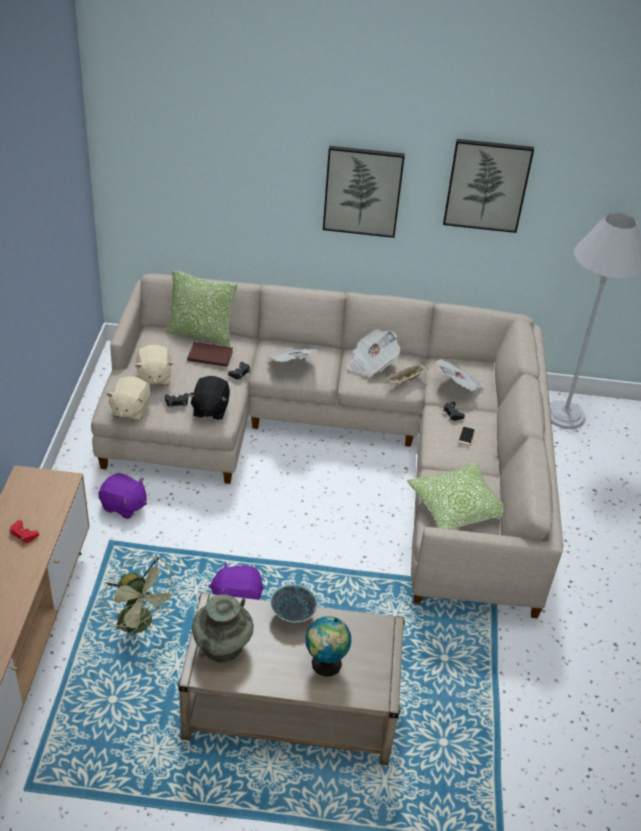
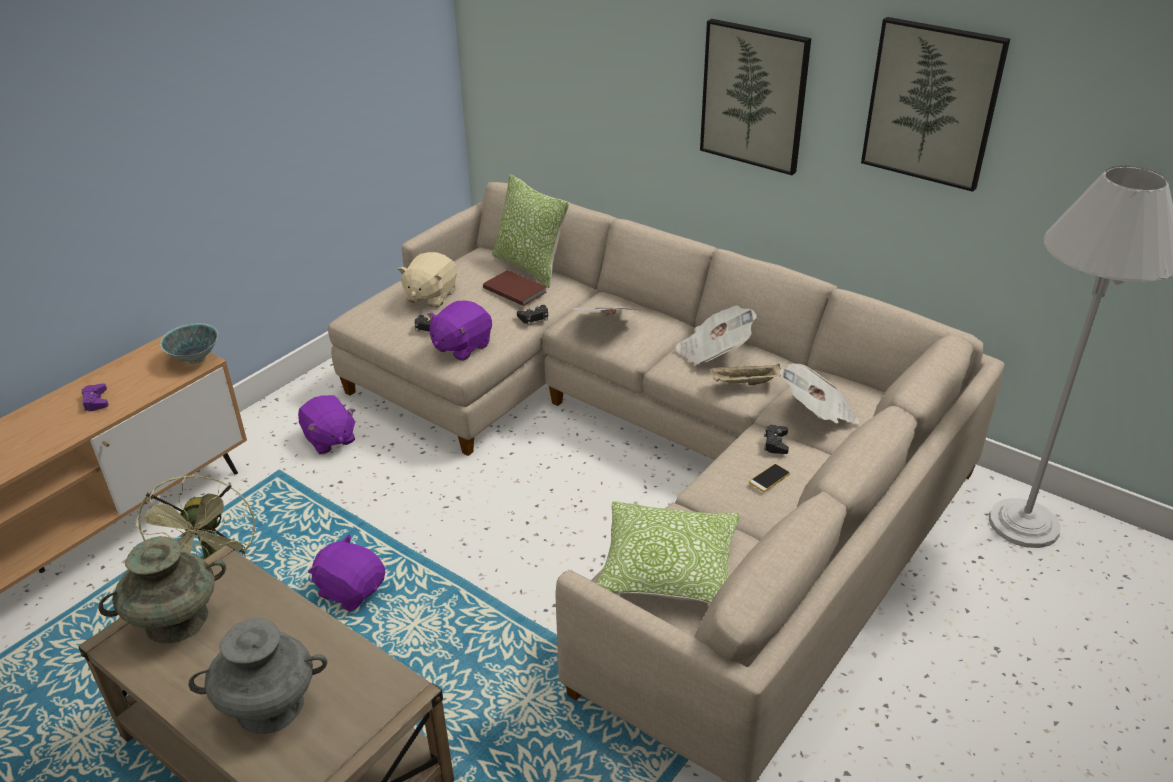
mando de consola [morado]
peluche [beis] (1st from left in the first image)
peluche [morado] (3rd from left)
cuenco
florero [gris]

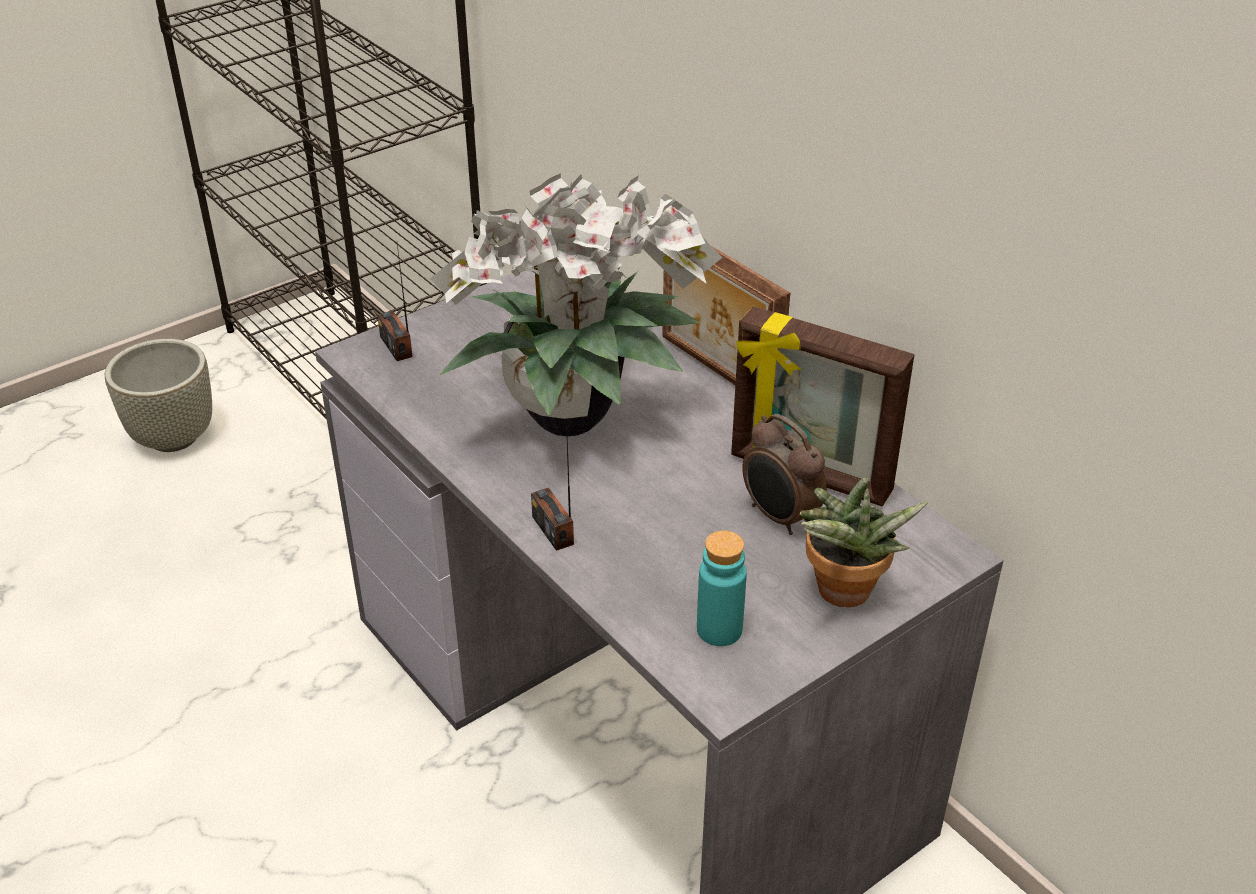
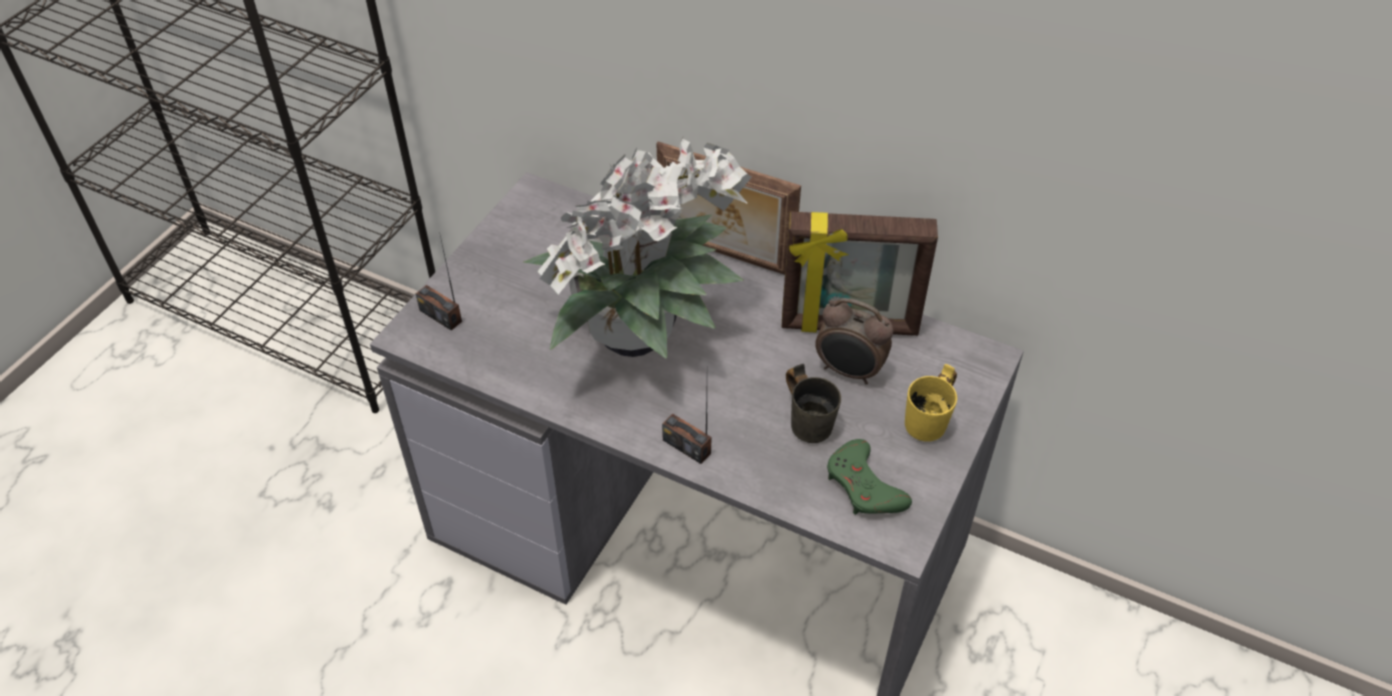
maceta [gris]
mando de consola [verde]
taza grande [amarillo]
taza grande [gris]

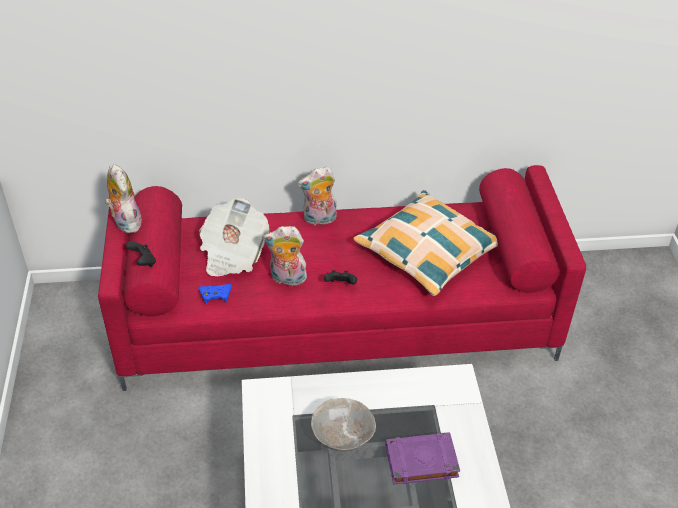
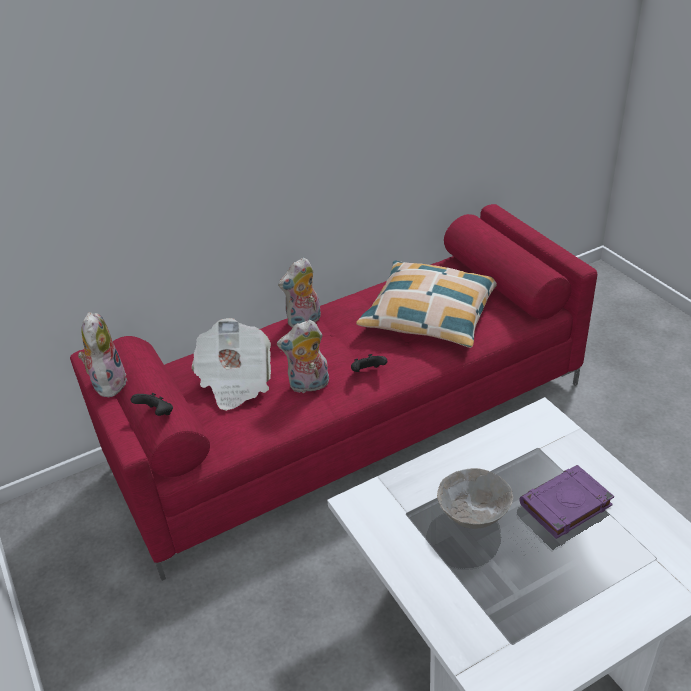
peluche (1st from left)
mando de consola [azul]

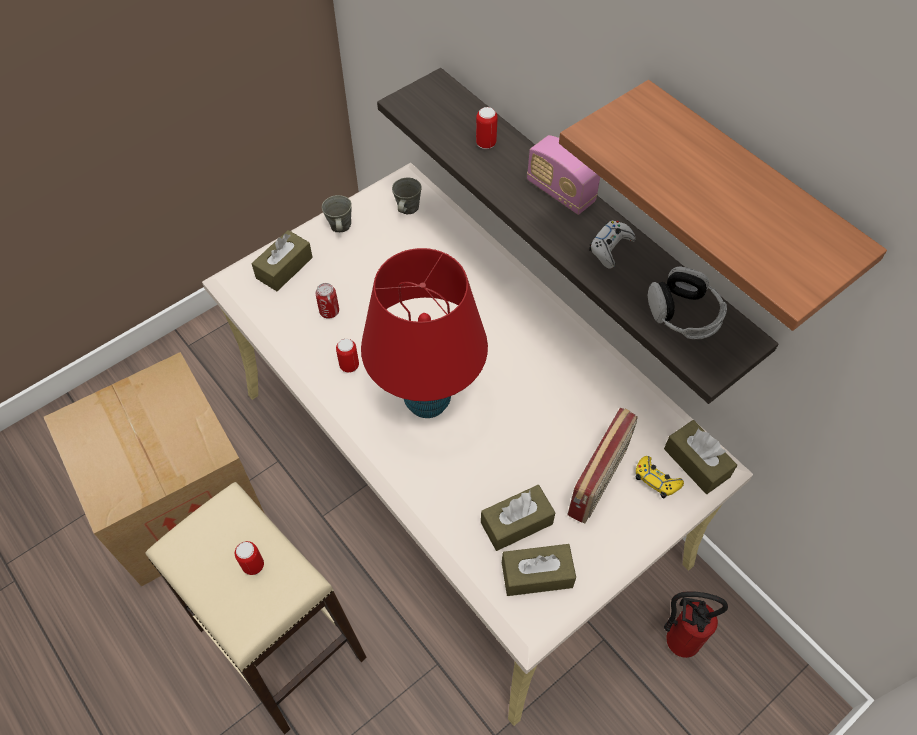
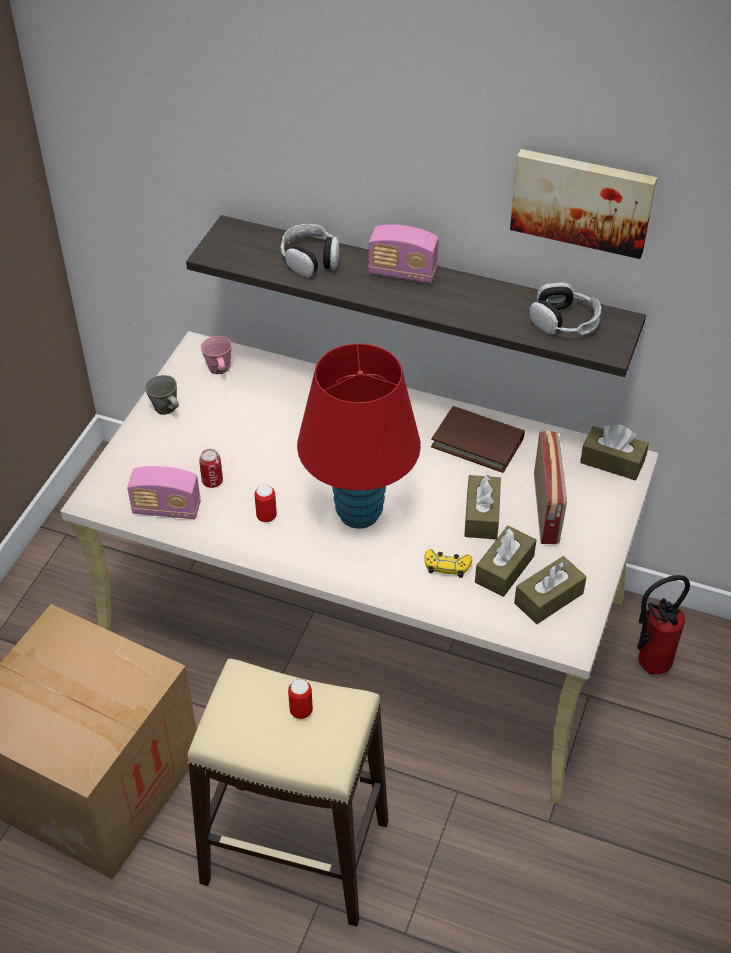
caja de pañuelos [marrón] (1st from left)
taza grande [rosa]
auriculares (1st from left)
cuadro
mando de consola [blanco]
mando de consola [amarillo]
radio (1st from left)
libro [marrón]

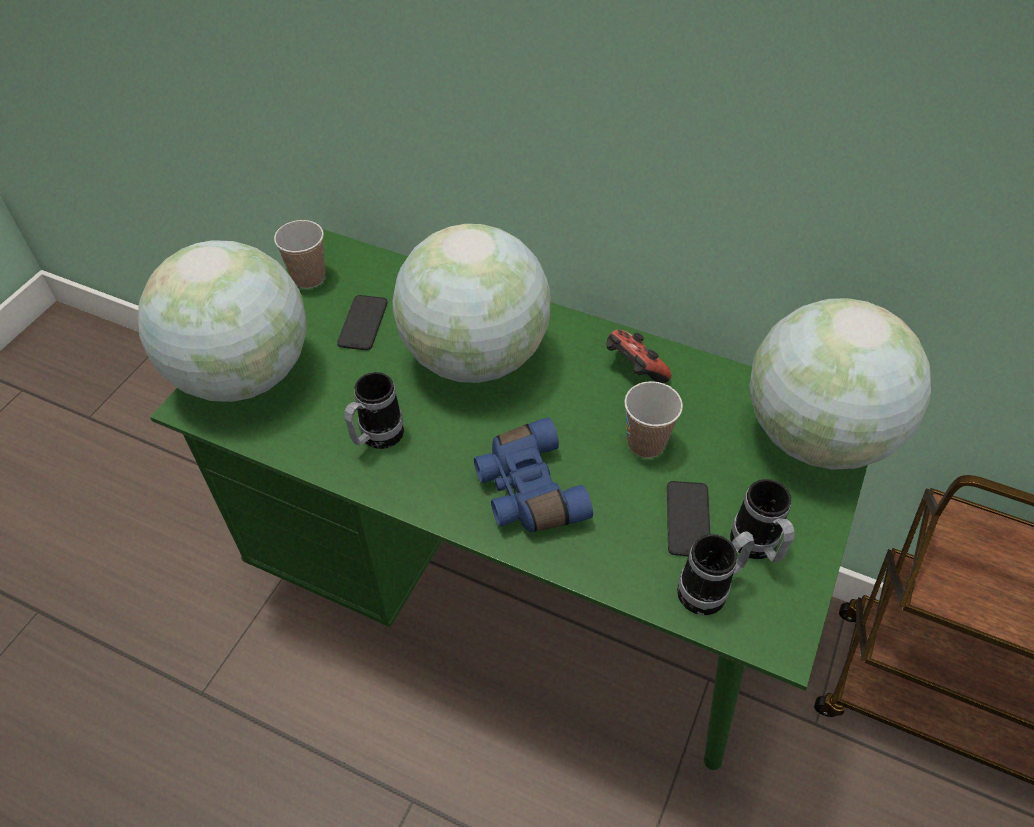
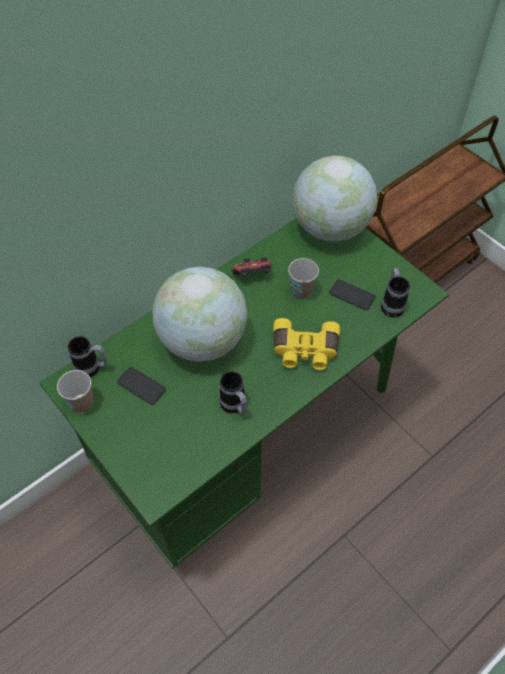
globo terráqueo (1st from left in the first image)
prismáticos [amarillo]
taza grande (1st from left)

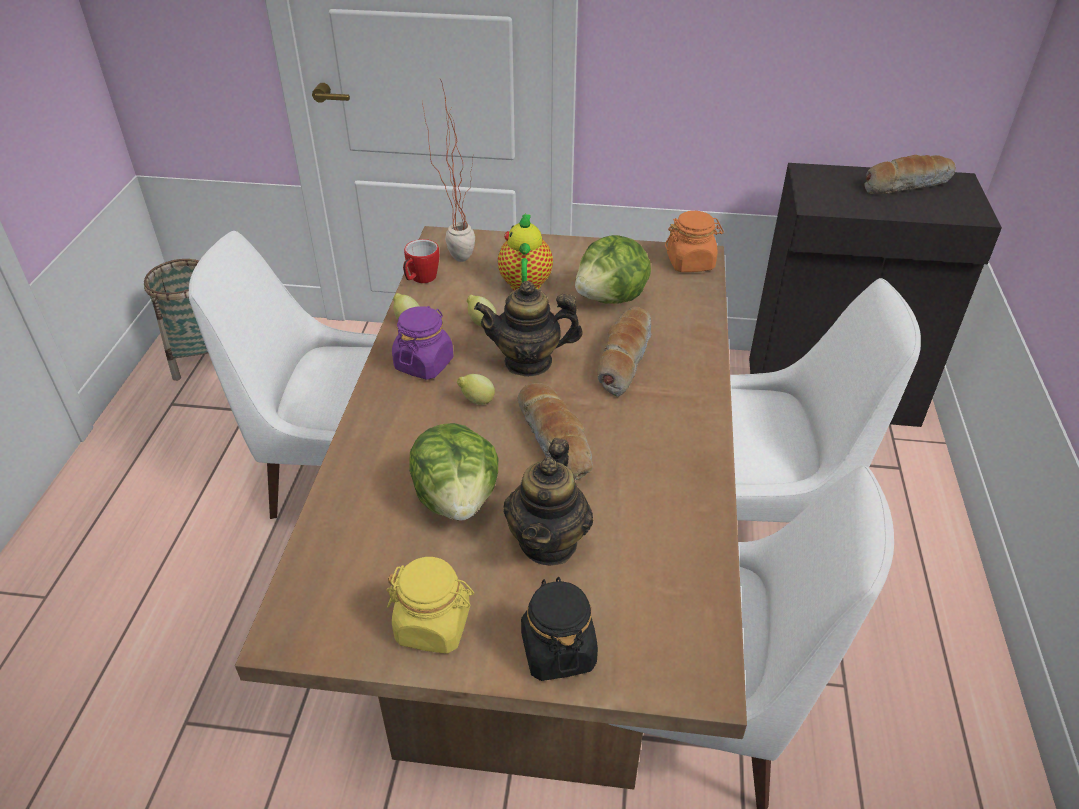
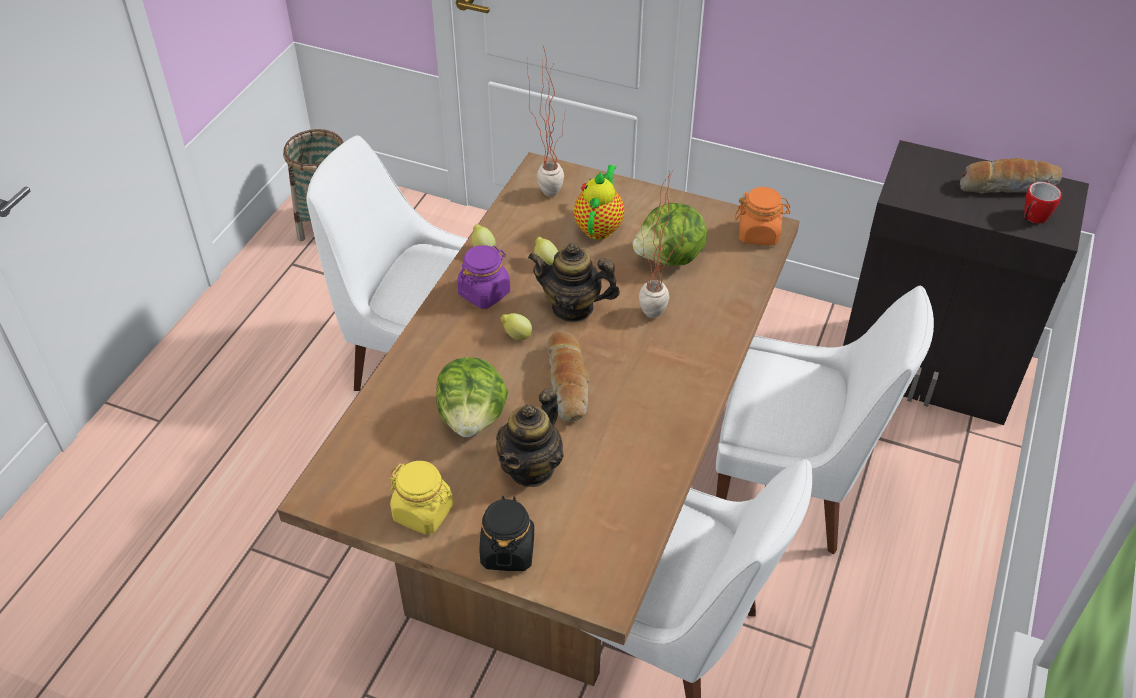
taza grande
planta en maceta (2nd from left)

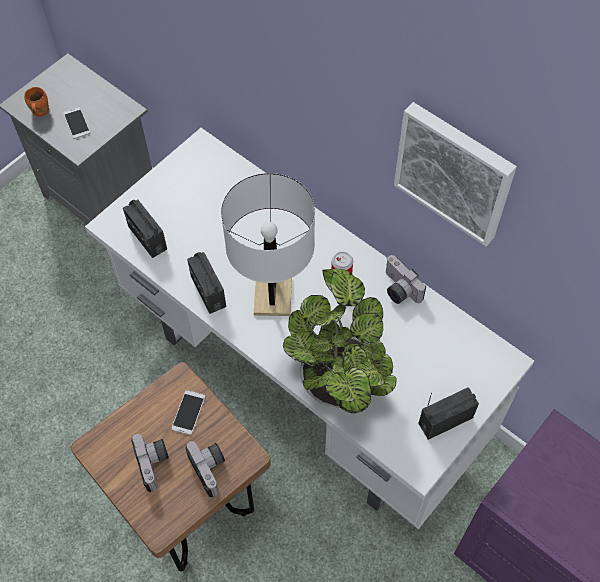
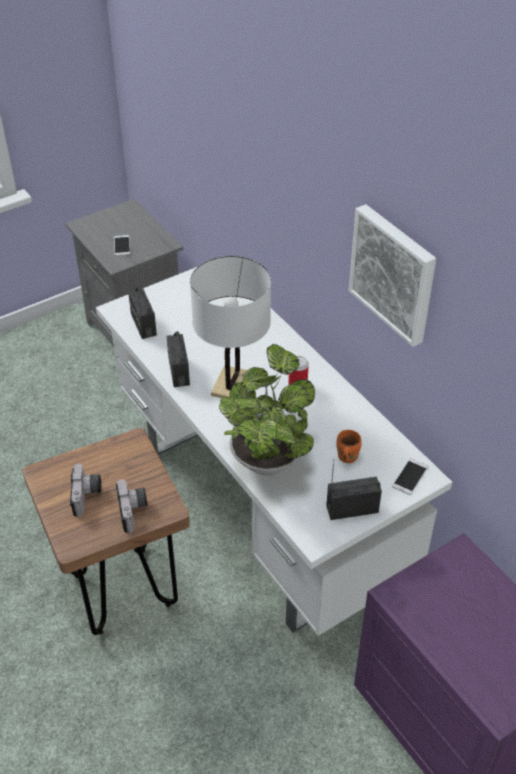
taza grande [naranja]
móvil (2nd from left)
cámara (3rd from left in the first image)

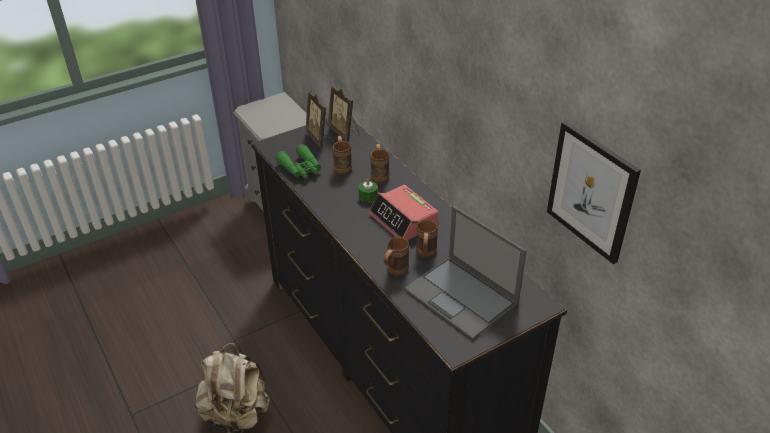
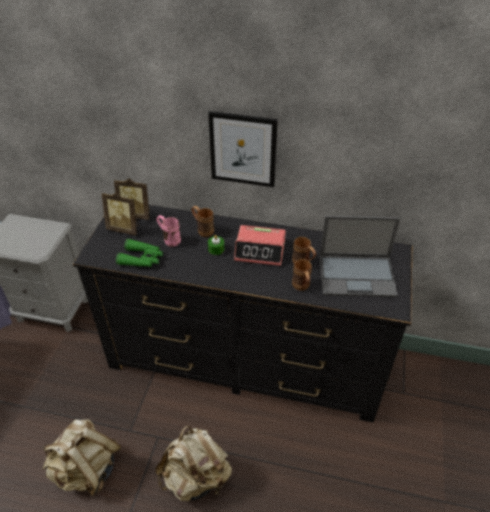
taza grande [rosa]
cuadro
mochila [beis] (1st from left)

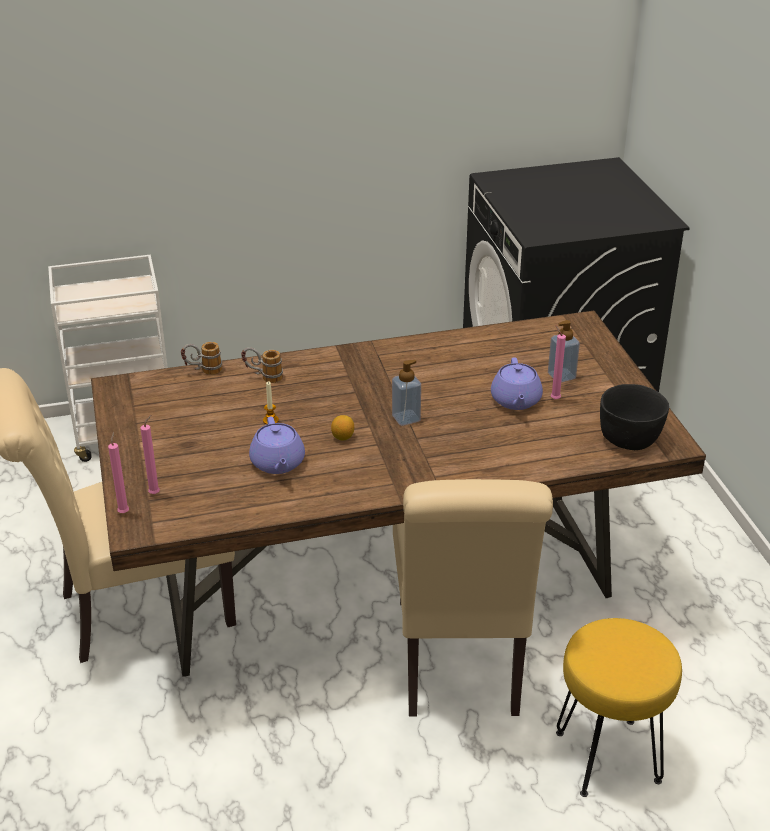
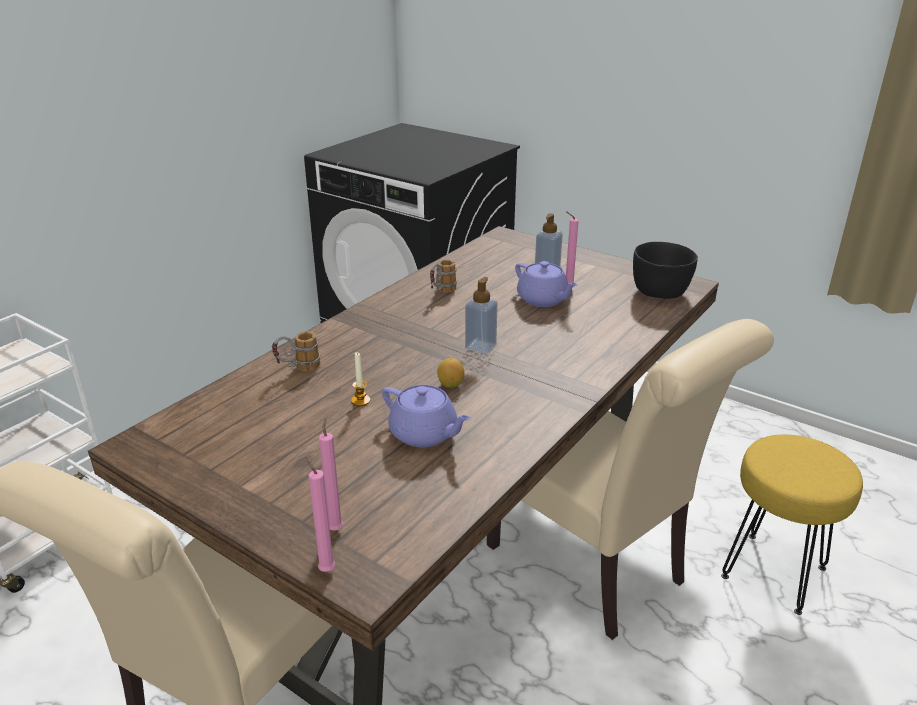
taza grande (2nd from left)

